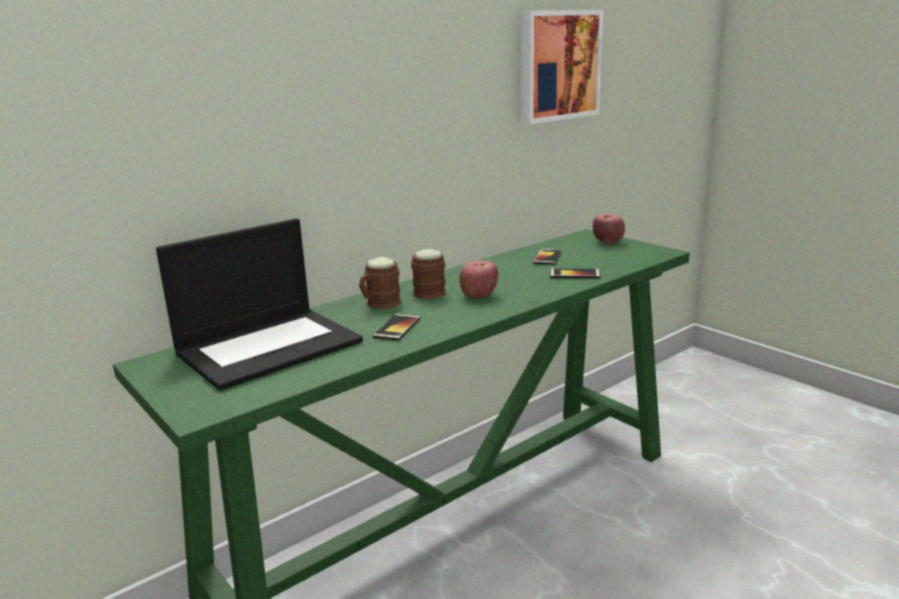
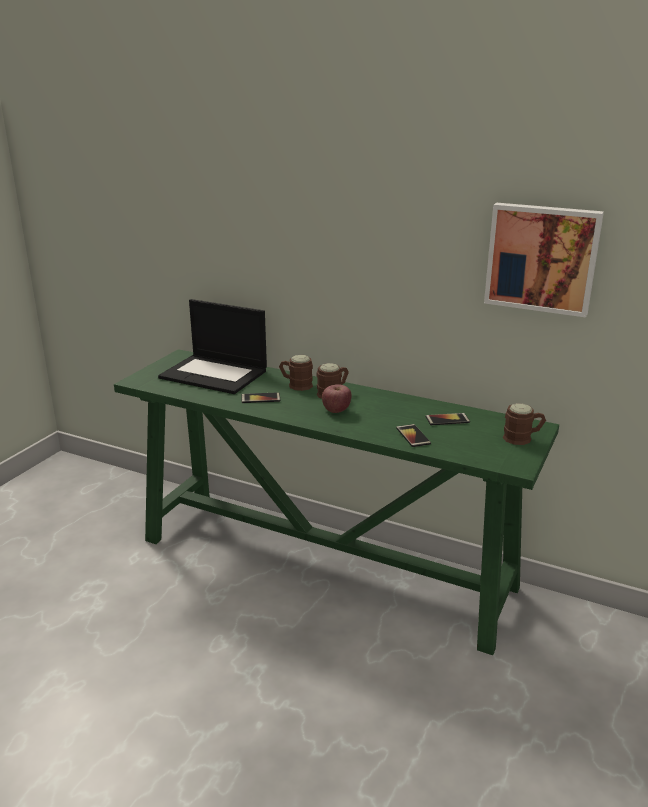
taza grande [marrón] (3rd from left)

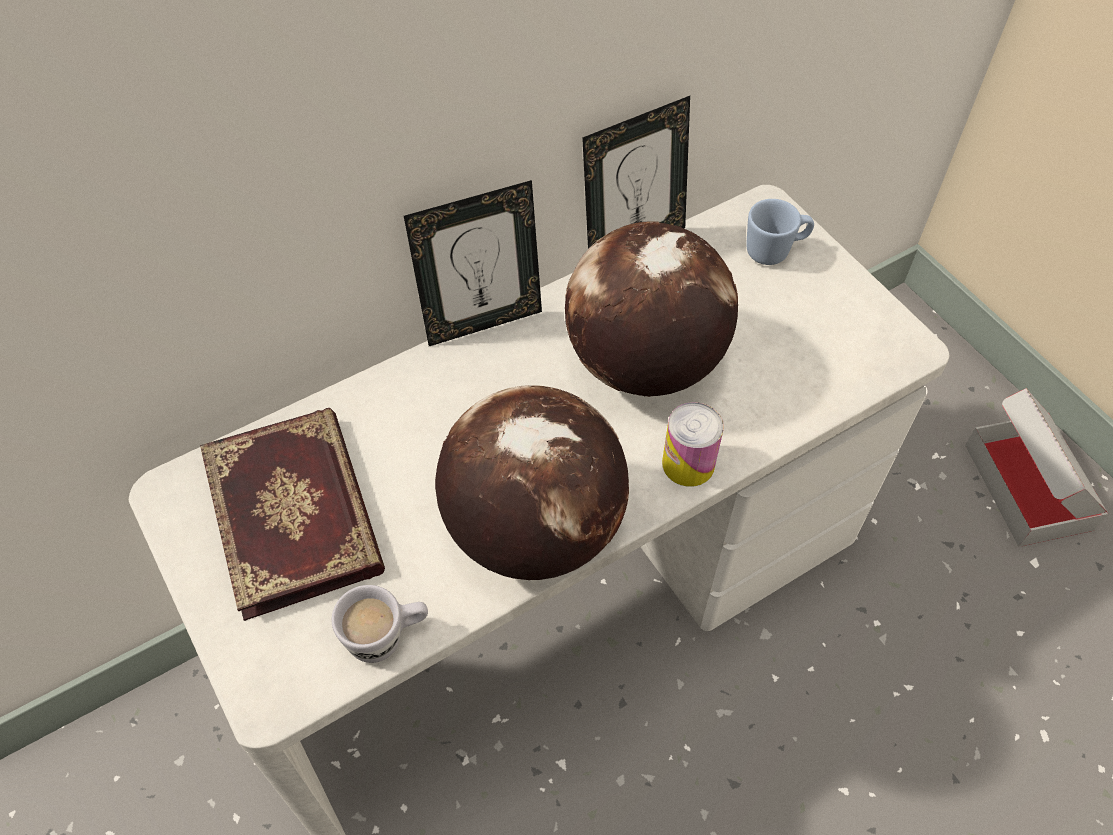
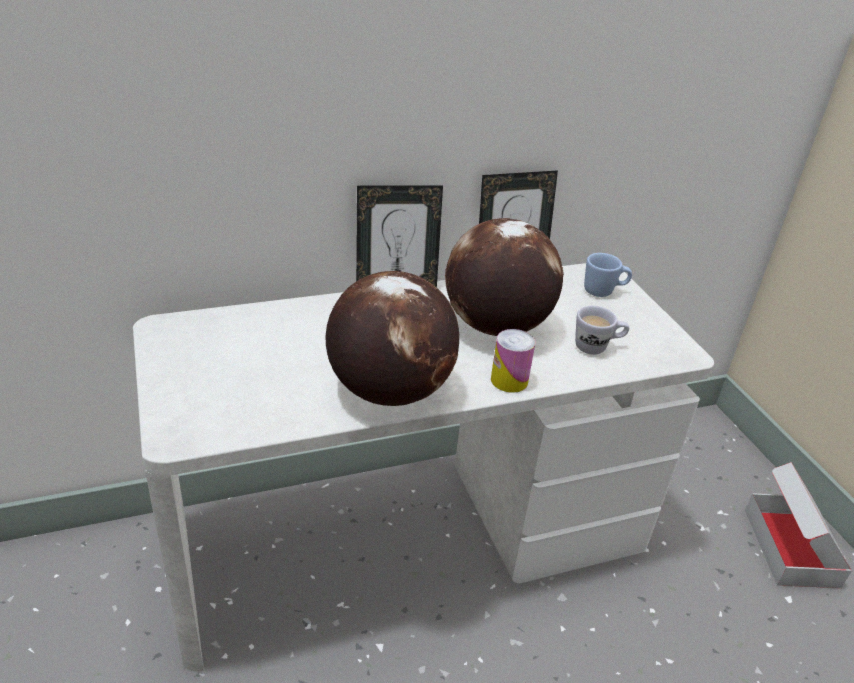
libro
taza grande [blanco]

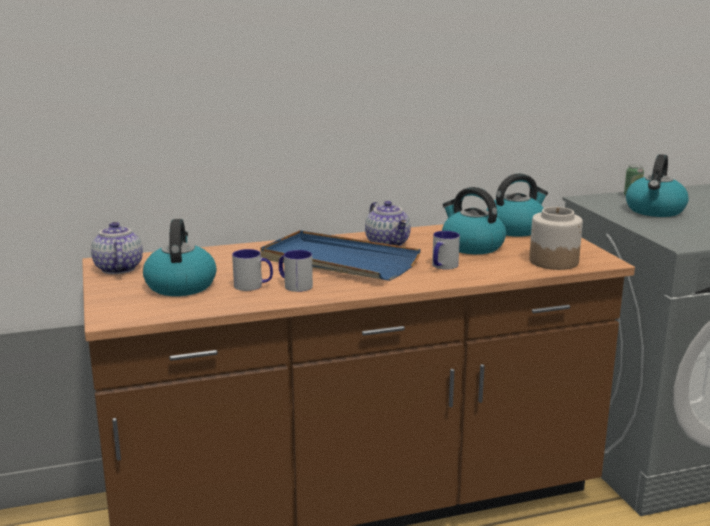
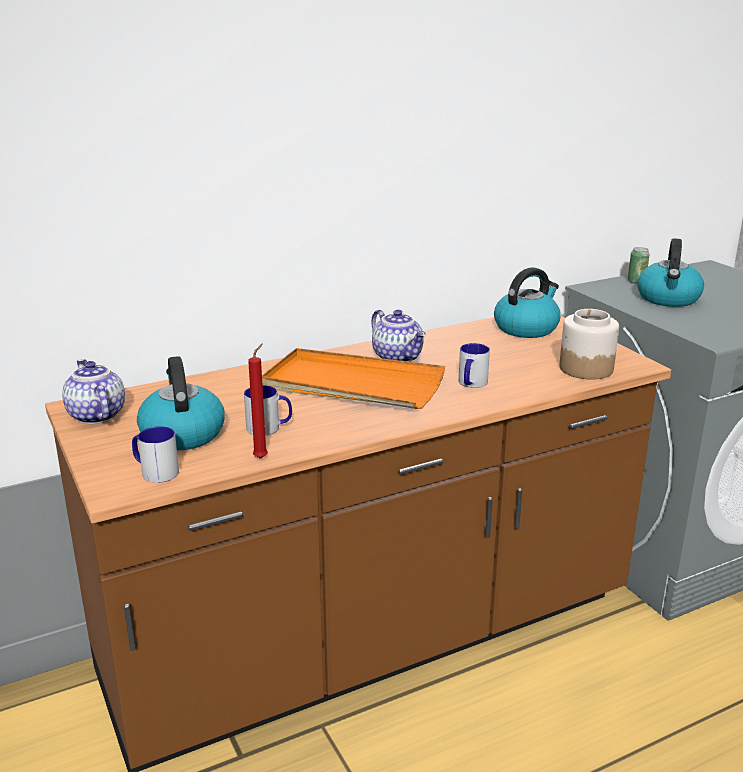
bandeja [naranja]
taza grande (1st from left)
hervidor (2nd from left in the first image)
vela [rojo]

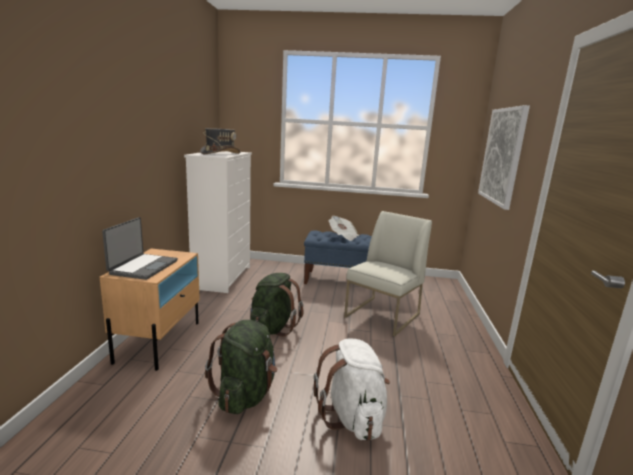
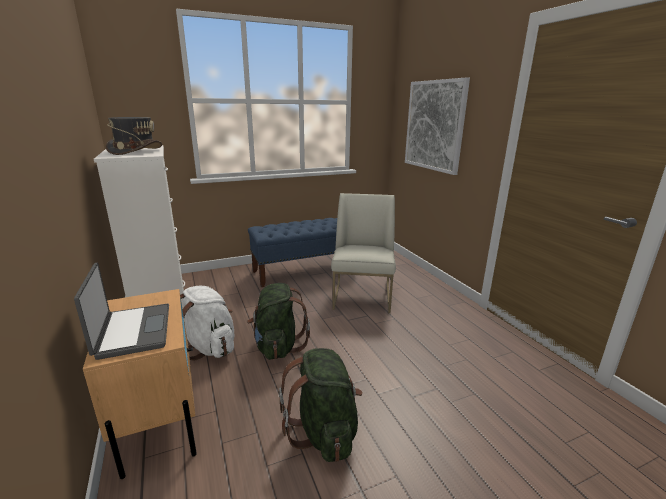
mochila [blanco]
periódico

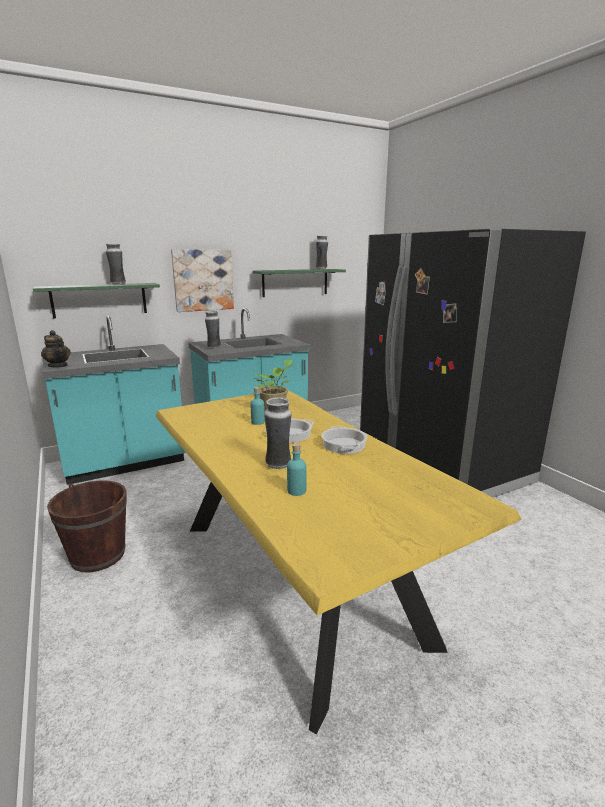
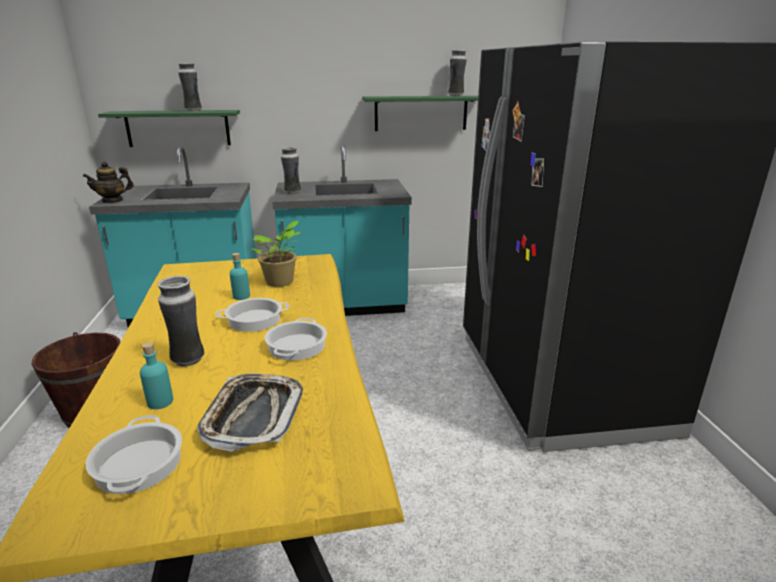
tetera
cuadro
olla (1st from left)
bandeja

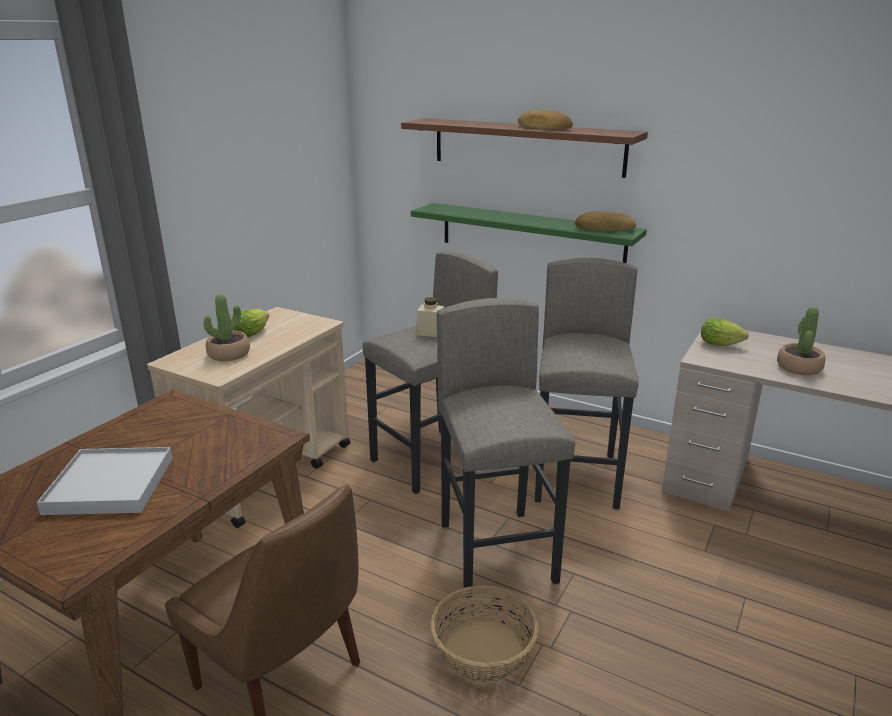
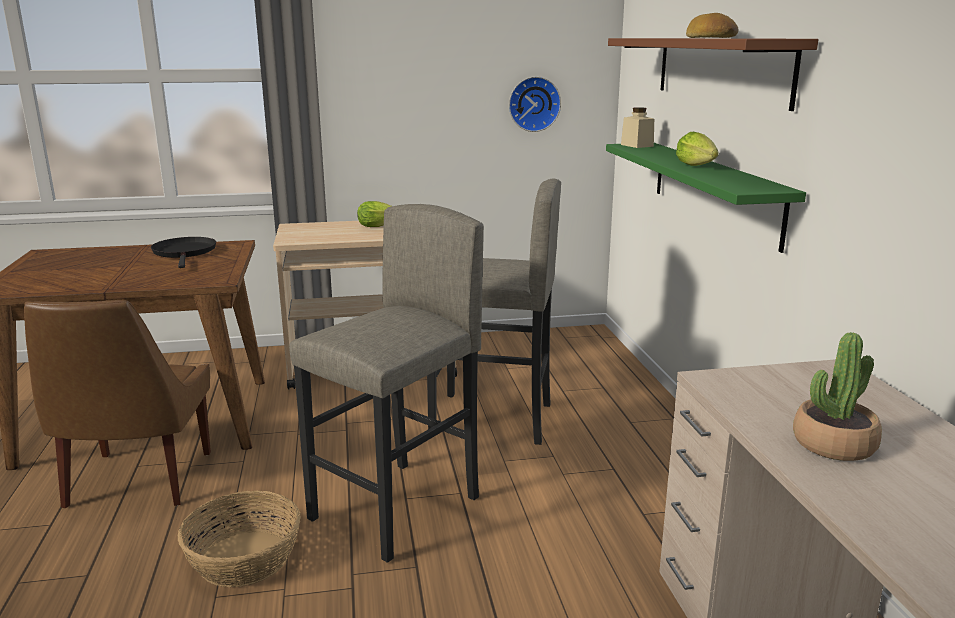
bandeja [blanco]
planta en maceta (1st from left in the first image)
tarro [beis]
taburete [gris] (3rd from left in the first image)
pan (2nd from left in the first image)
lechuga (2nd from left)
sartén [negro]
reloj de pared

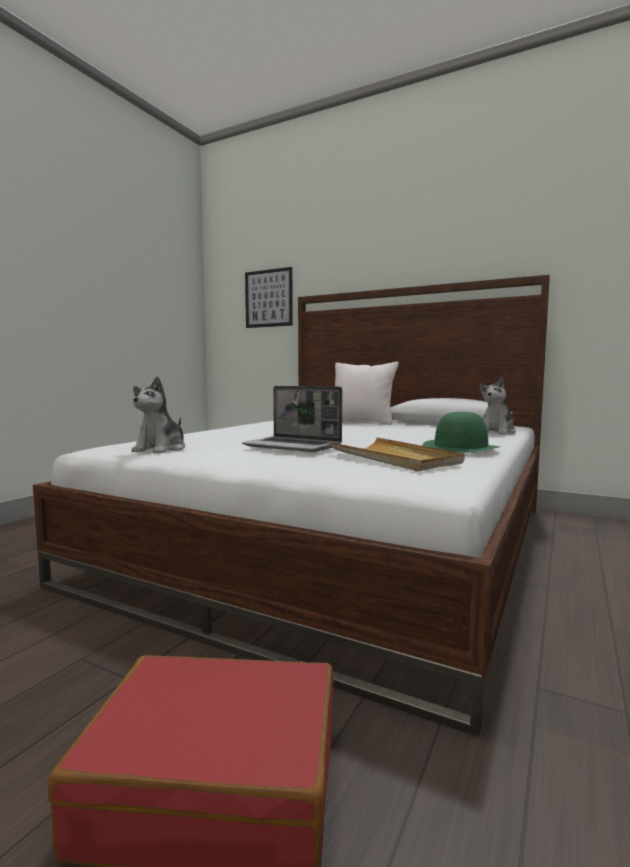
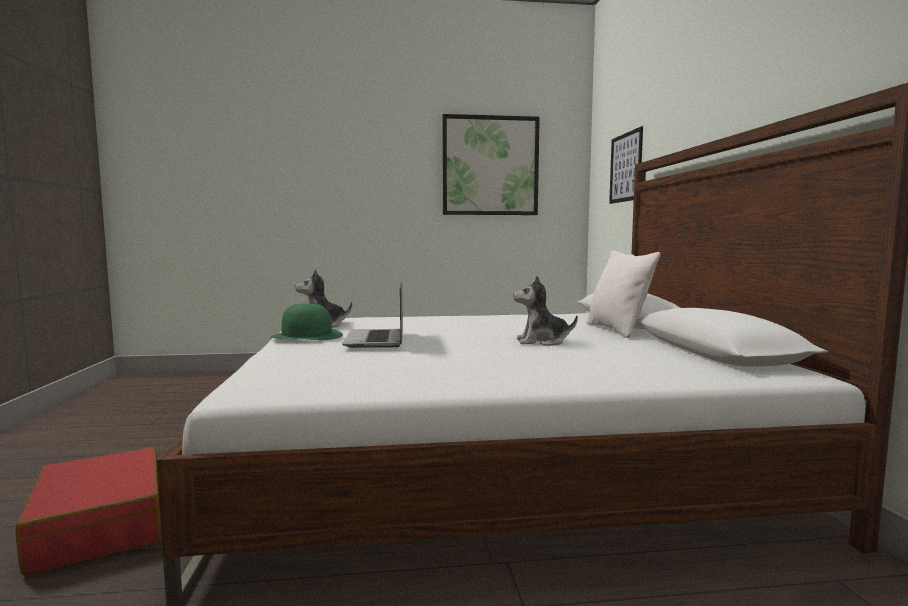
bandeja [beis]
sombrero [verde]
peluche (2nd from left)
cuadro (1st from left)

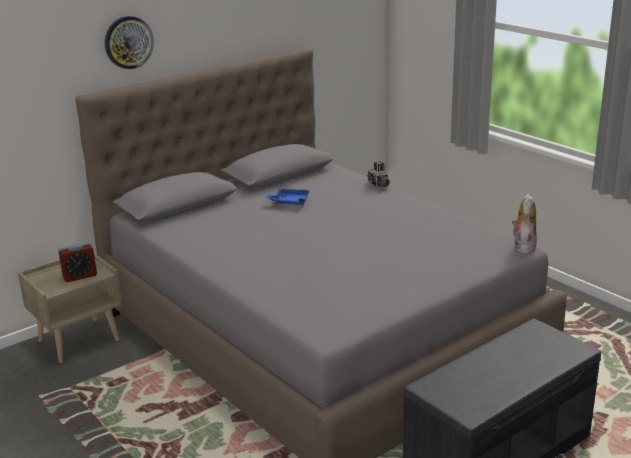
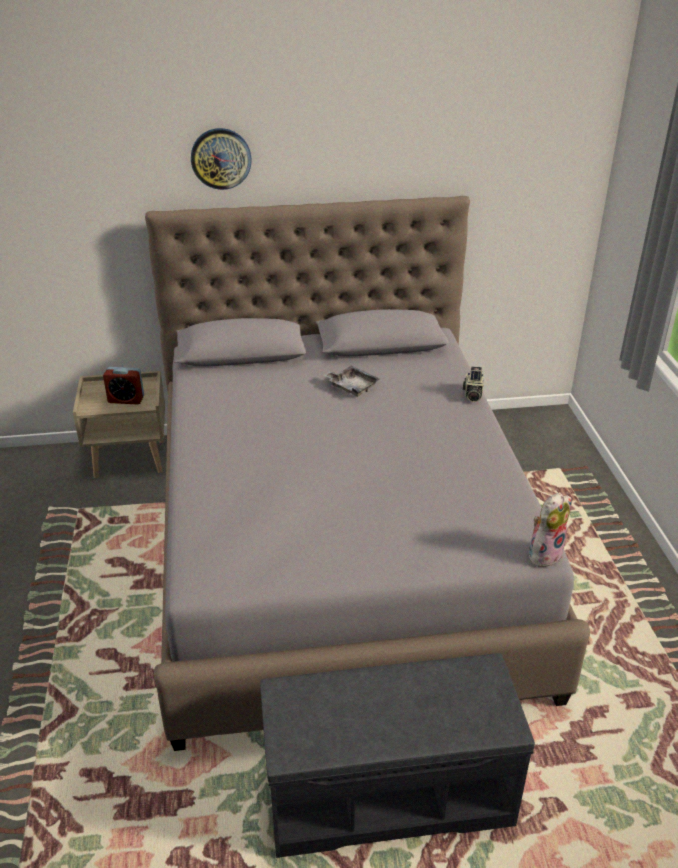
bandeja [gris]

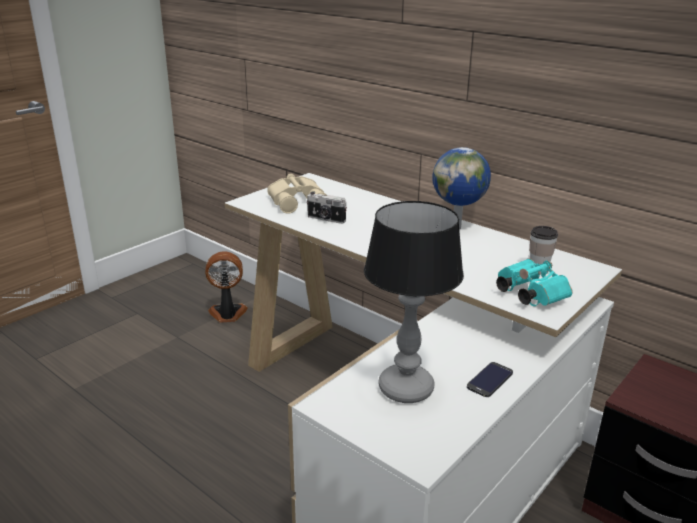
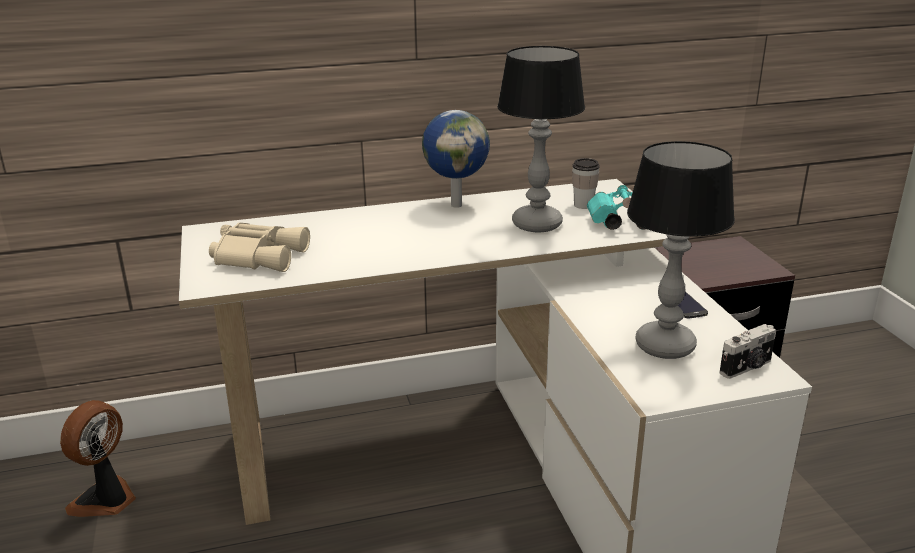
cámara
lámpara de mesa (1st from left)

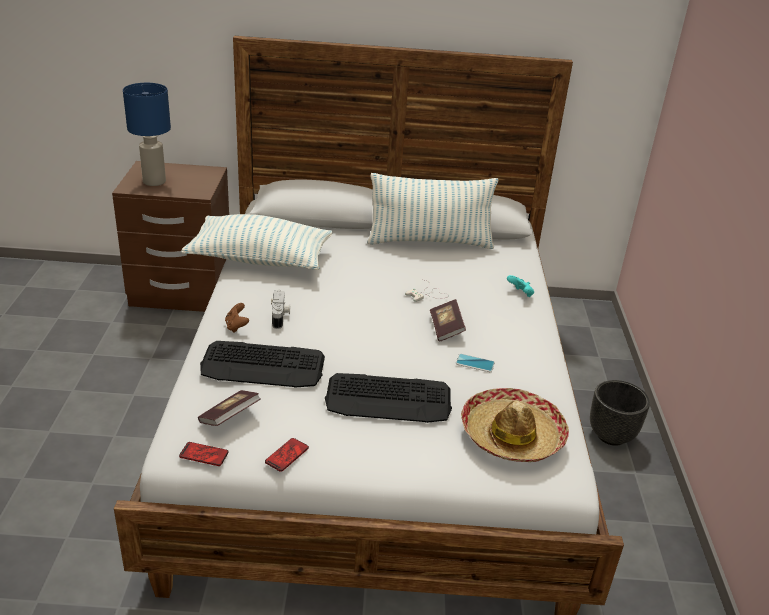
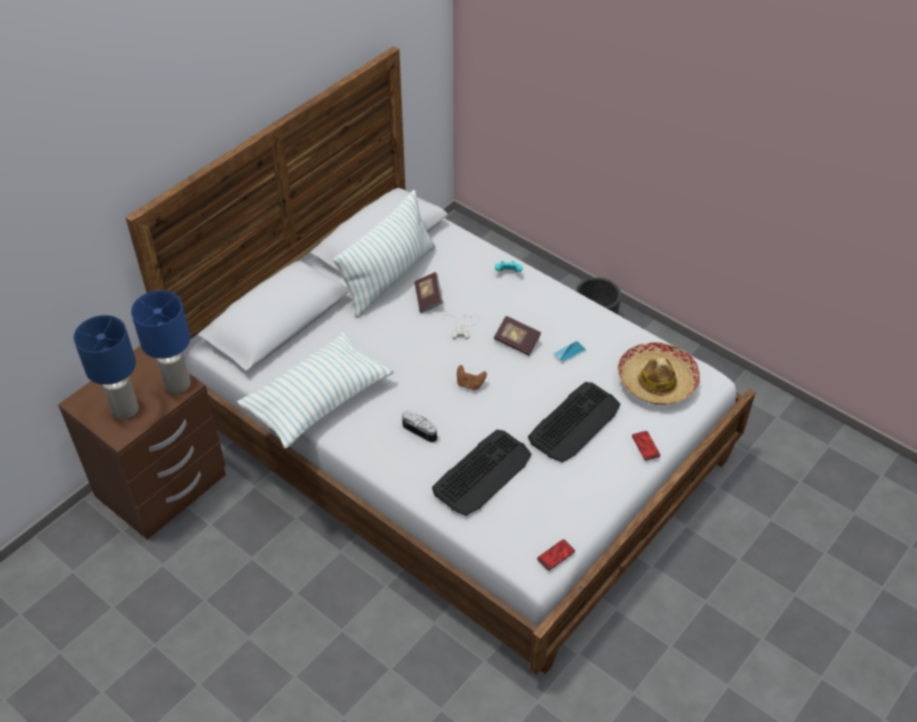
libro (1st from left)
mando de consola [marrón]
móvil (3rd from left)
lámpara de mesa [azul] (2nd from left)

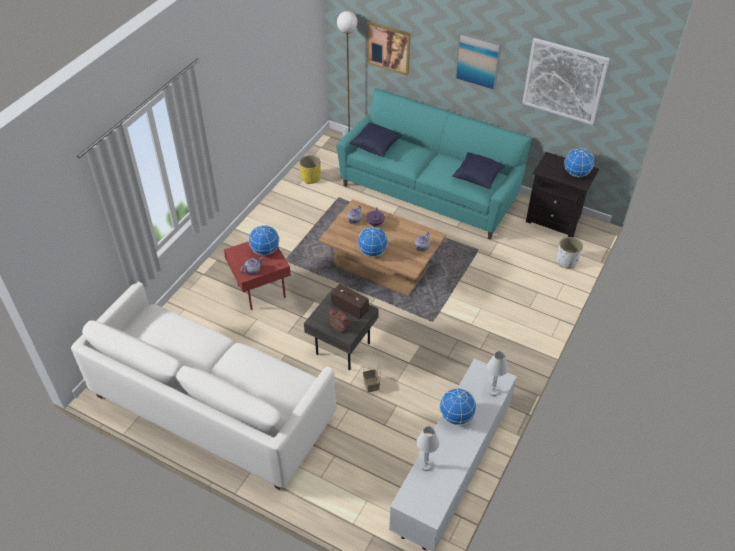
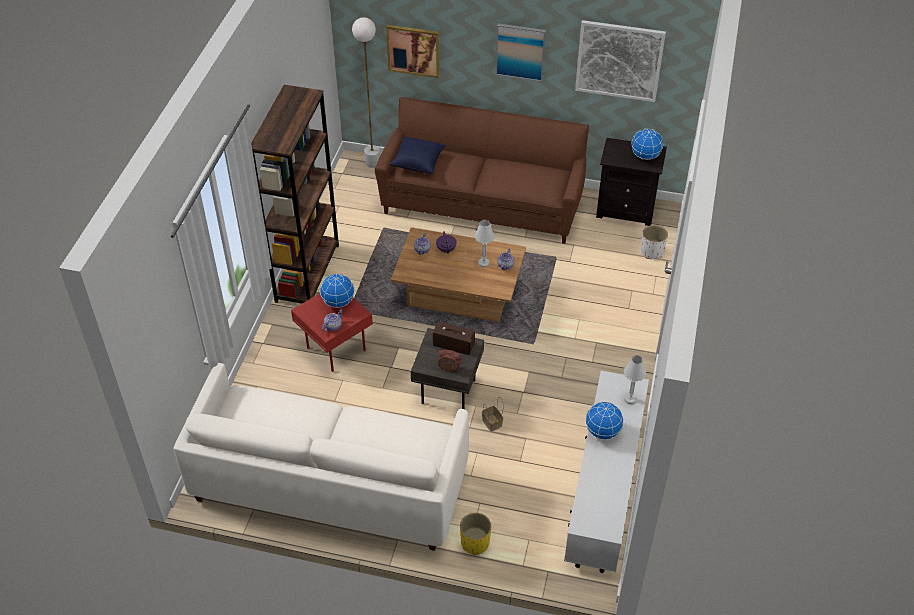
maceta [amarillo]
sofá [marrón]
globo terráqueo (2nd from left in the first image)
lámpara de mesa [blanco] (1st from left)
cojín [azul] (2nd from left in the first image)
estantería [marrón]

